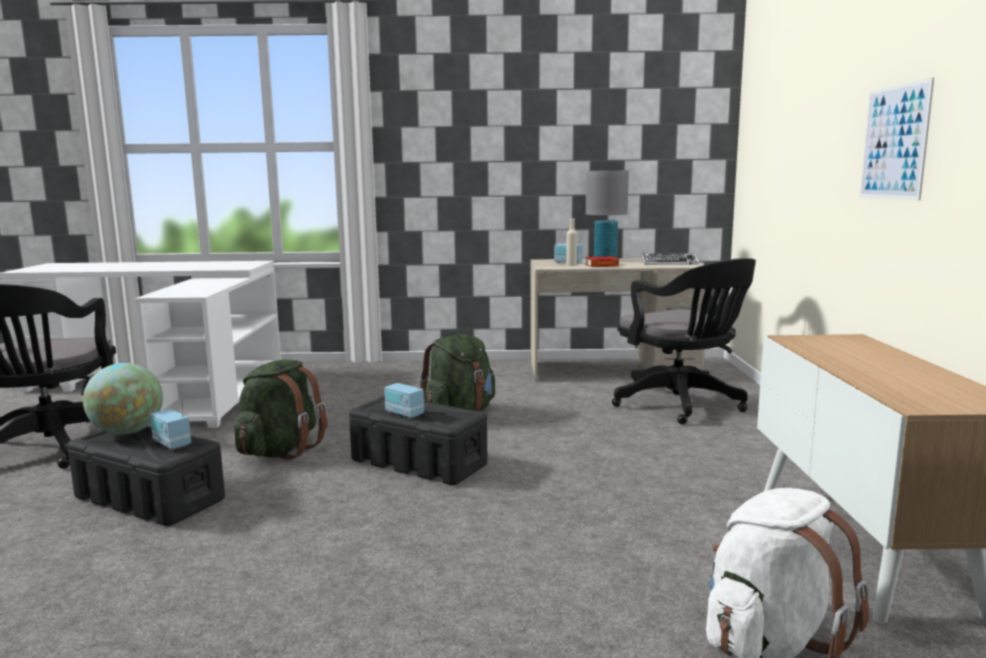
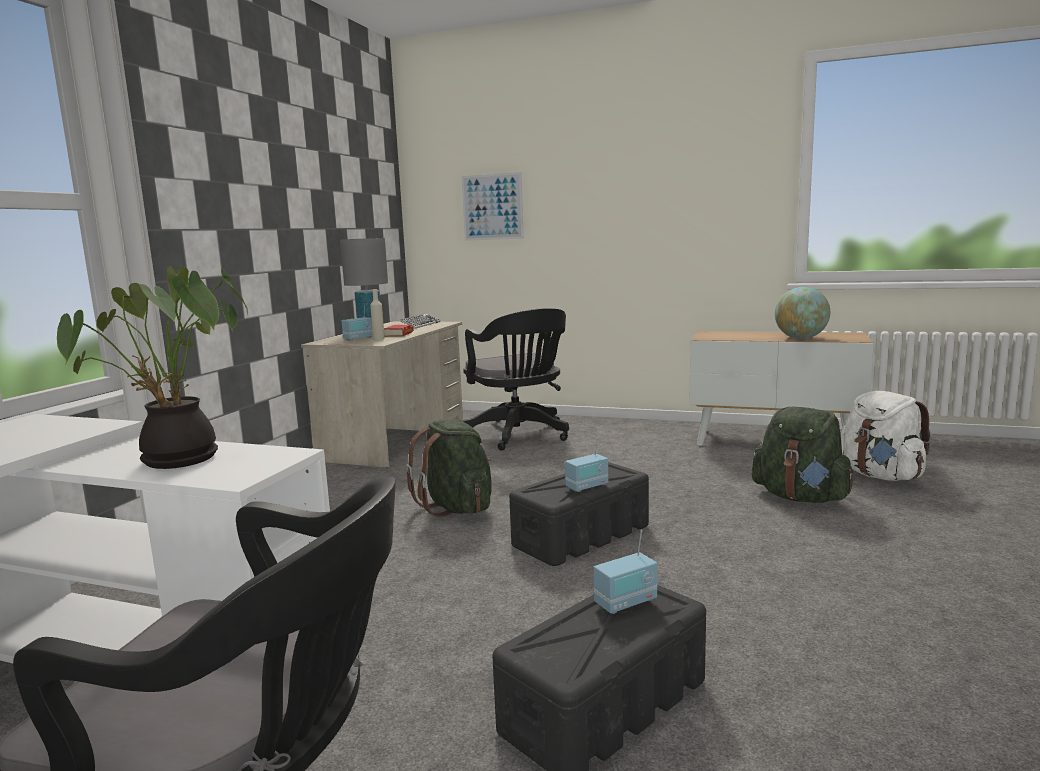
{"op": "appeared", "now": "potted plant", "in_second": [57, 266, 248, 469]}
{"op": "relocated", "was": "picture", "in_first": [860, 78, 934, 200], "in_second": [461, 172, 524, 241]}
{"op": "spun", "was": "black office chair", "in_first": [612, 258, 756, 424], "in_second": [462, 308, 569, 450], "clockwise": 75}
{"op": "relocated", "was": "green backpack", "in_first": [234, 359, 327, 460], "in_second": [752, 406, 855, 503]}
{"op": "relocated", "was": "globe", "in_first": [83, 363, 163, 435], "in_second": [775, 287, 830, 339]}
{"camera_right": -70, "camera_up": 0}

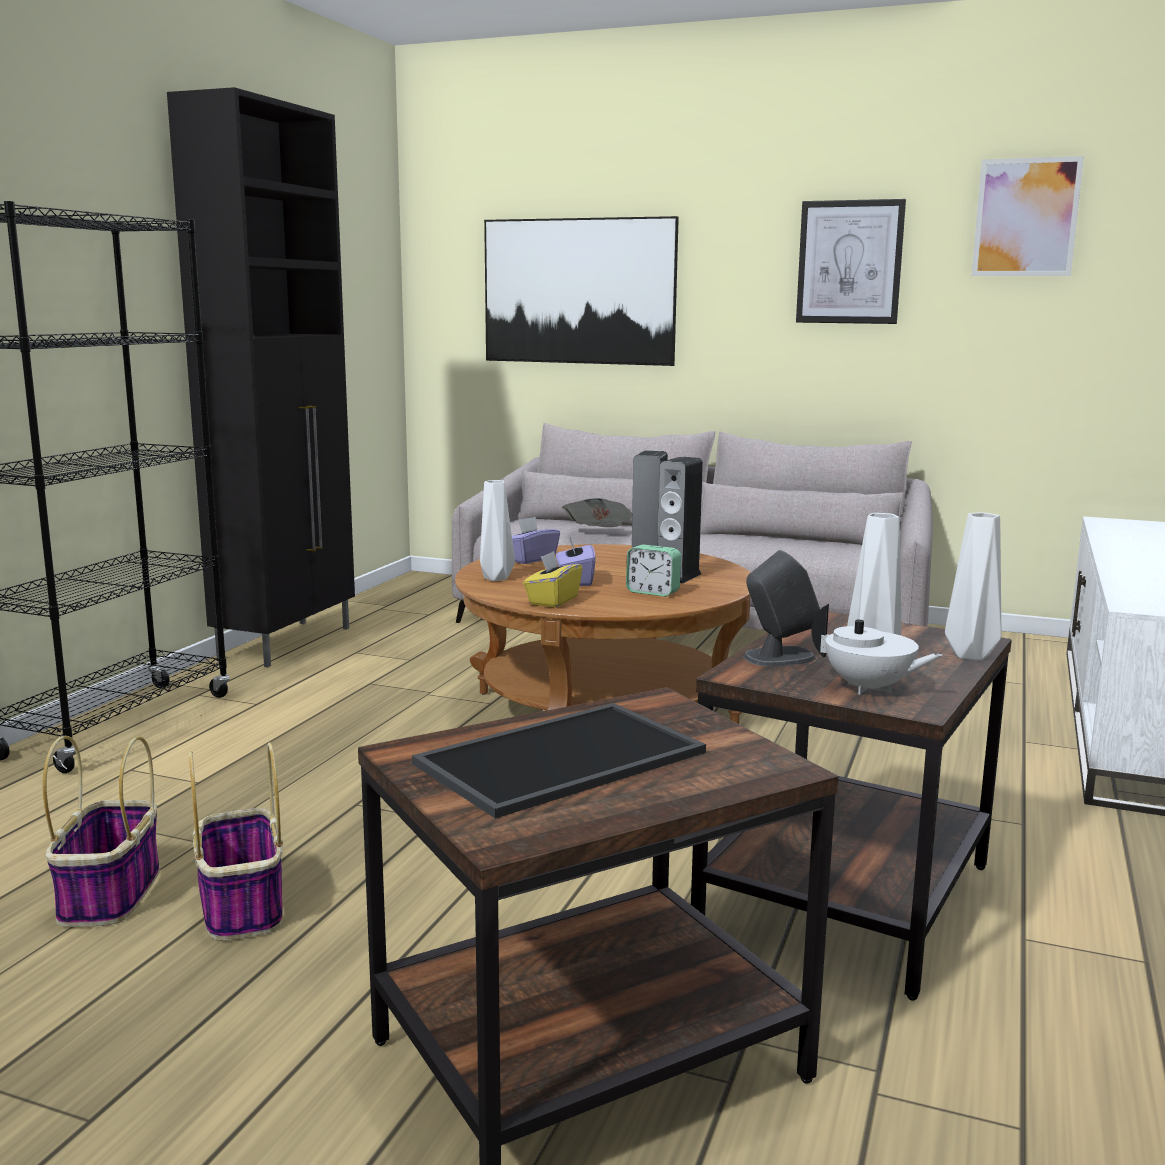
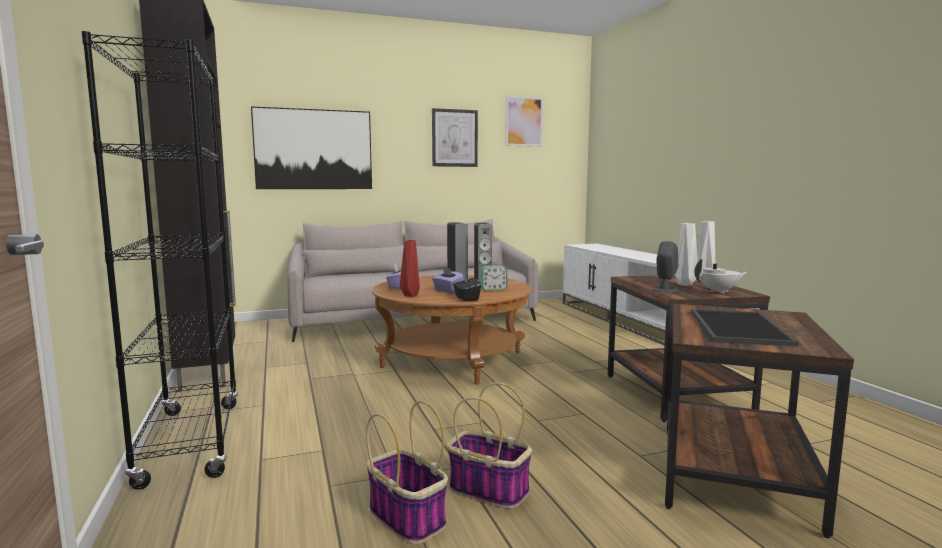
{"op": "colour", "was": "white vase", "now": "red vase", "in_first": [480, 480, 515, 581], "in_second": [400, 240, 420, 297]}
{"op": "colour", "was": "yellow tissue box", "now": "black tissue box", "in_first": [523, 551, 582, 608], "in_second": [453, 273, 481, 301]}
{"op": "missing", "was": "newspaper", "in_first": [562, 498, 632, 527]}
{"camera_right": -40, "camera_up": -5}

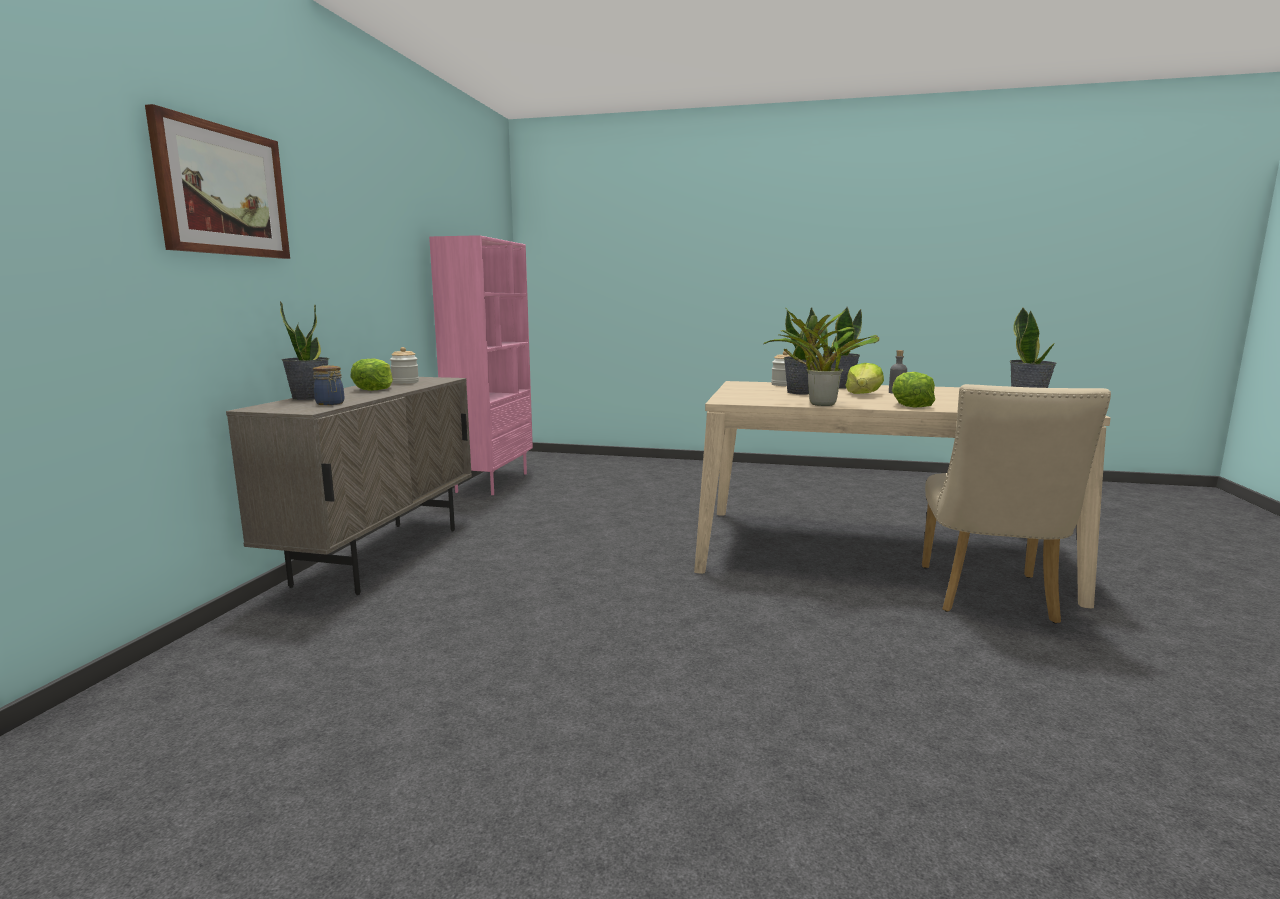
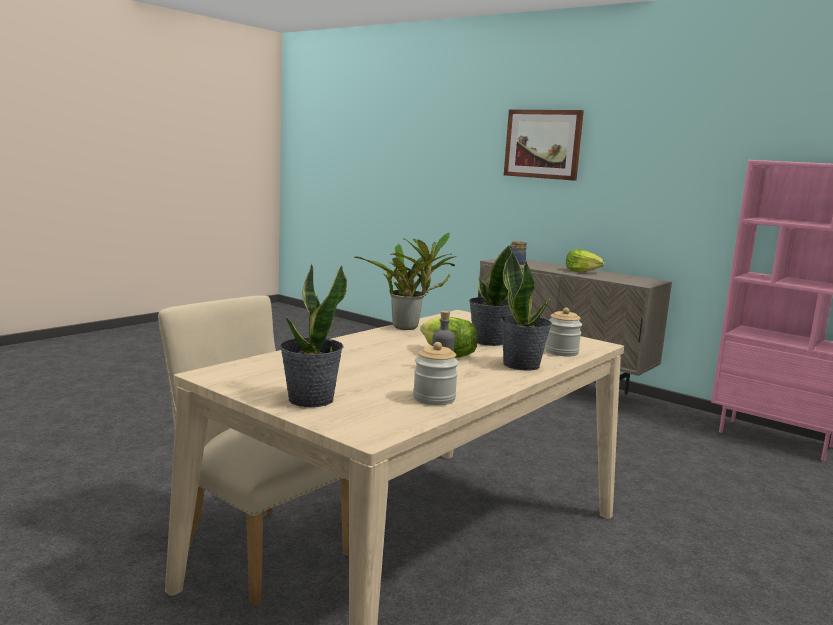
{"op": "relocated", "was": "jar", "in_first": [390, 347, 419, 384], "in_second": [413, 342, 458, 405]}
{"op": "missing", "was": "potted plant", "in_first": [280, 301, 329, 400]}
{"op": "missing", "was": "lettuce", "in_first": [892, 372, 935, 407]}
{"camera_right": 115, "camera_up": 0}

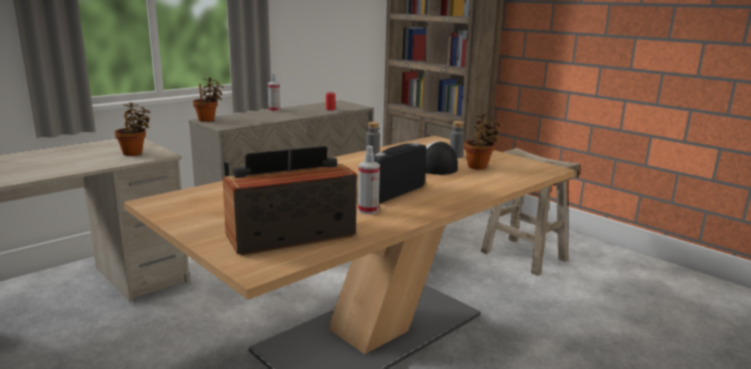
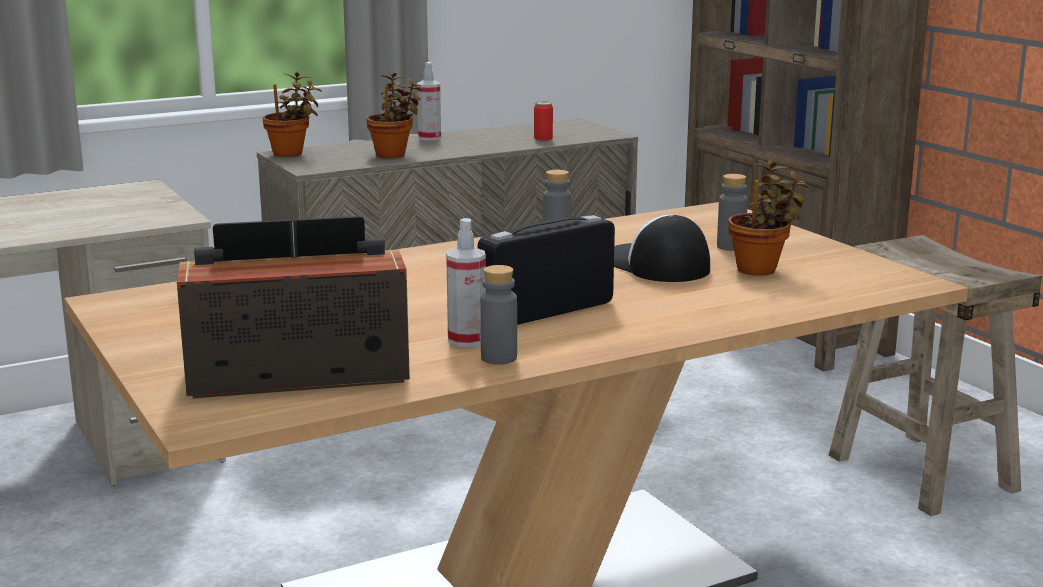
{"op": "relocated", "was": "potted plant", "in_first": [115, 103, 150, 156], "in_second": [366, 72, 421, 158]}
{"op": "appeared", "now": "grey bottle", "in_second": [480, 265, 517, 364]}
{"camera_right": 15, "camera_up": 0}

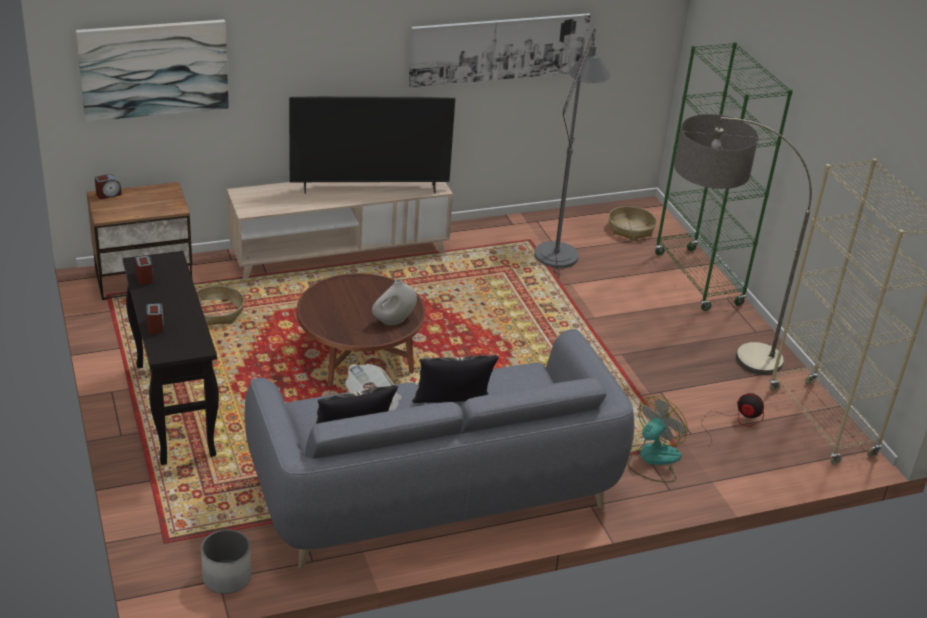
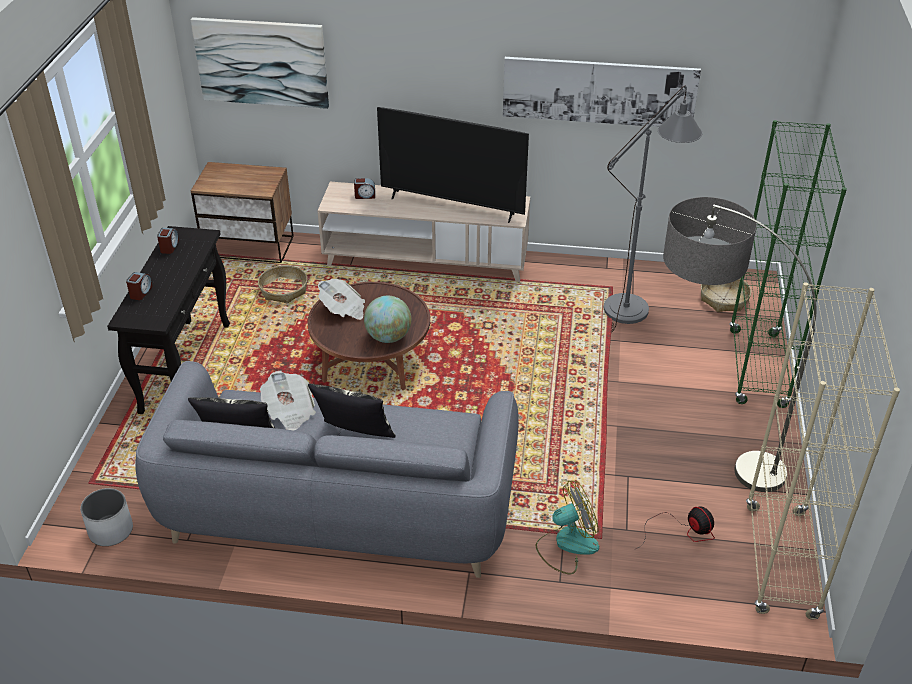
{"op": "appeared", "now": "newspaper", "in_second": [318, 279, 365, 320]}
{"op": "relocated", "was": "alarm clock", "in_first": [95, 174, 122, 199], "in_second": [354, 178, 375, 199]}
{"op": "exchanged", "was": "white vase", "now": "globe", "in_first": [372, 279, 417, 325], "in_second": [364, 296, 411, 343]}
{"camera_right": 30, "camera_up": 5}

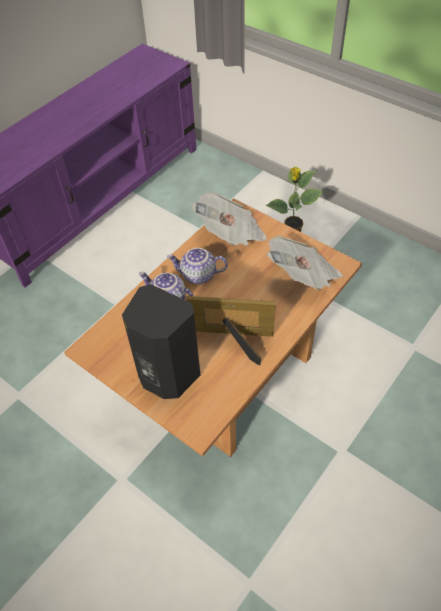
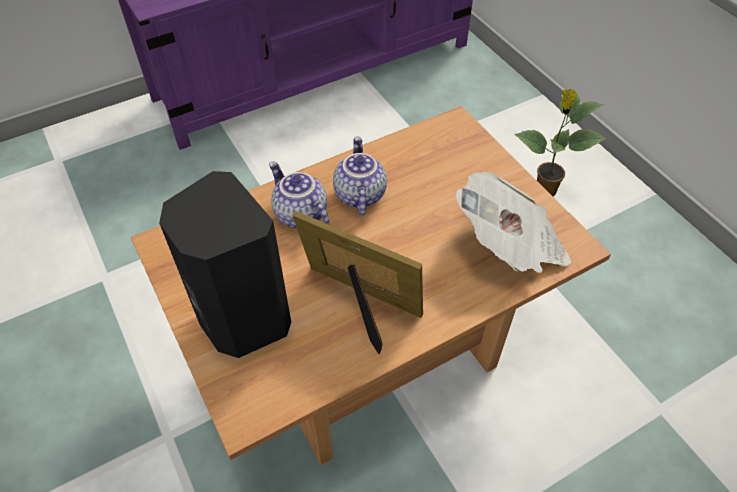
{"op": "spun", "was": "teapot", "in_first": [167, 248, 228, 284], "in_second": [333, 137, 387, 216], "clockwise": 60}
{"op": "missing", "was": "newspaper", "in_first": [192, 193, 267, 246]}
{"camera_right": 20, "camera_up": 0}

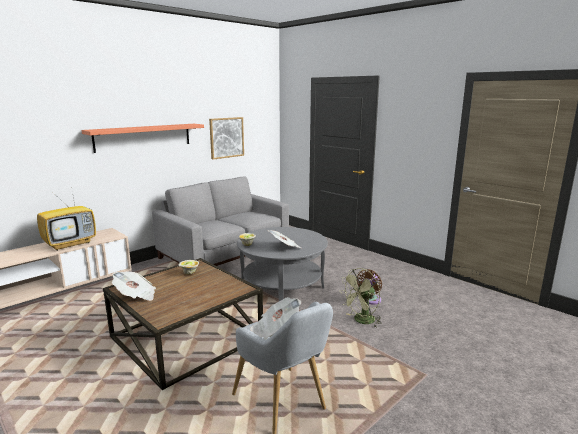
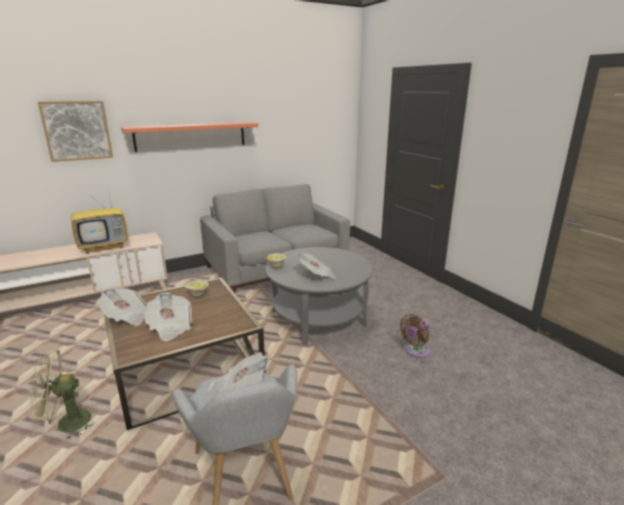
{"op": "relocated", "was": "green fan", "in_first": [340, 268, 382, 327], "in_second": [29, 350, 95, 441]}
{"op": "relocated", "was": "picture", "in_first": [209, 117, 244, 160], "in_second": [38, 101, 113, 162]}
{"op": "appeared", "now": "newspaper", "in_second": [144, 293, 192, 341]}
{"camera_right": 15, "camera_up": 5}

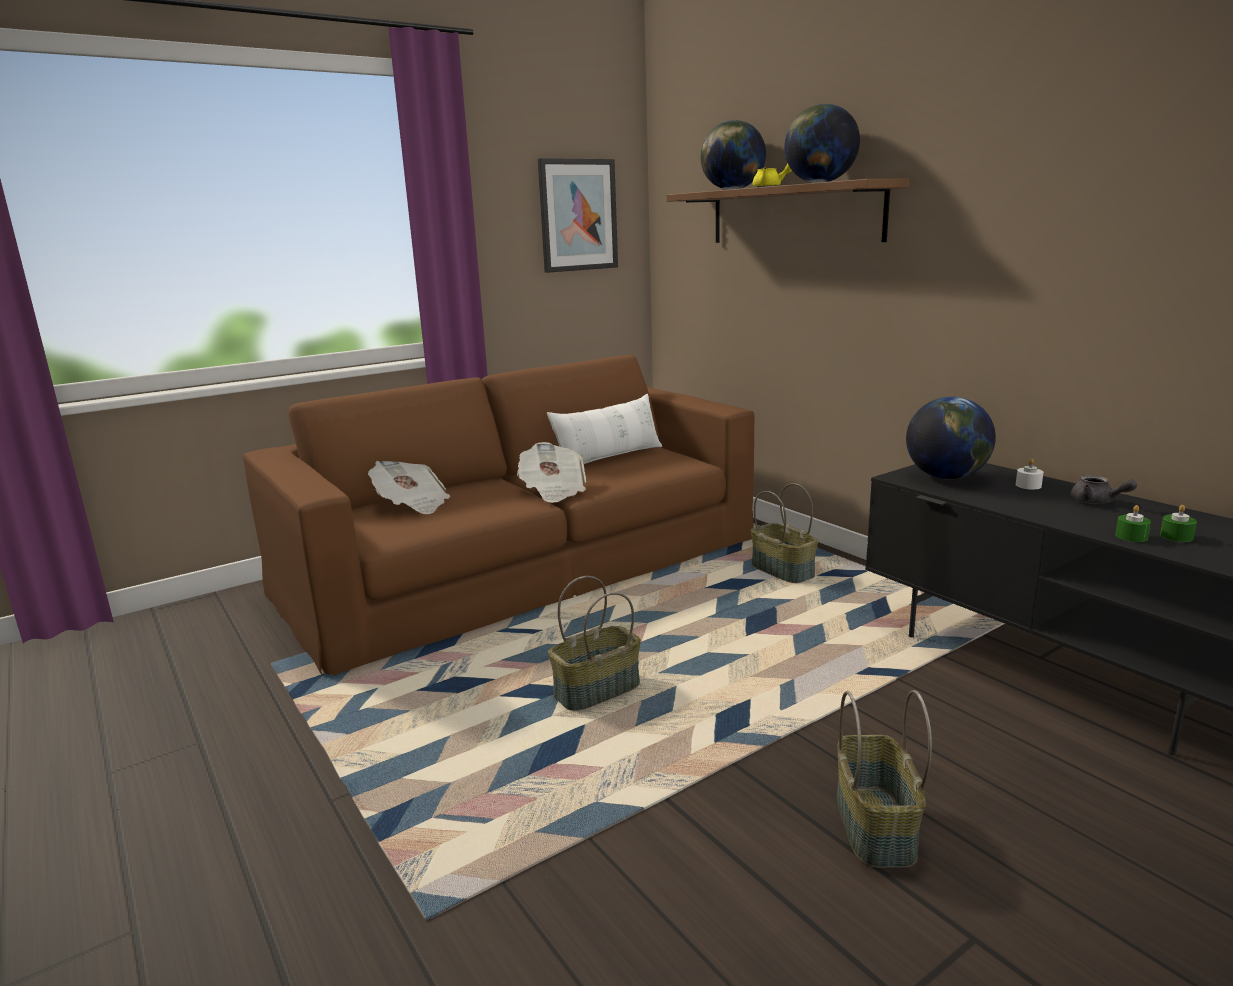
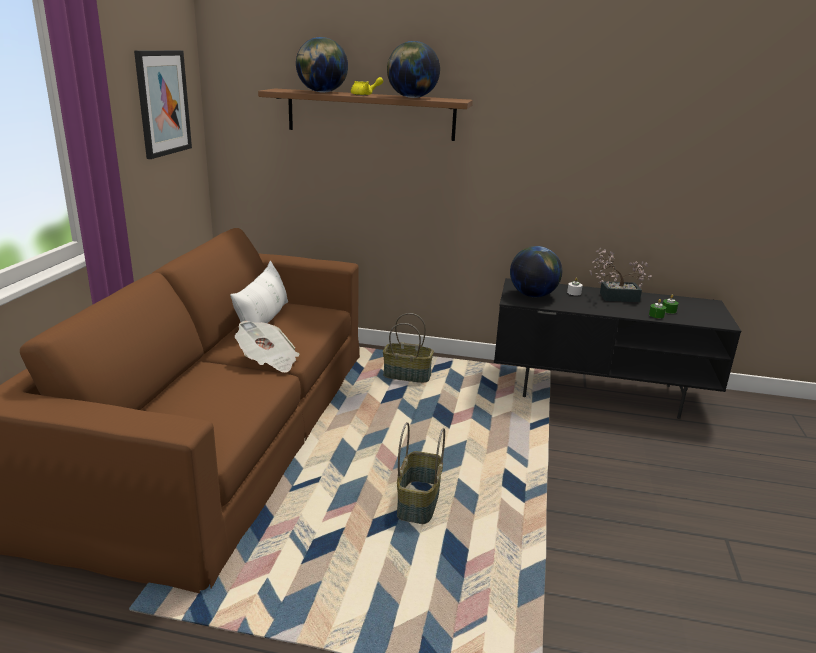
{"op": "exchanged", "was": "grey teapot", "now": "potted plant", "in_first": [1071, 475, 1137, 504], "in_second": [590, 248, 652, 302]}
{"op": "missing", "was": "newspaper", "in_first": [368, 461, 450, 514]}
{"op": "missing", "was": "basket", "in_first": [837, 690, 932, 868]}
{"camera_right": -45, "camera_up": 5}

